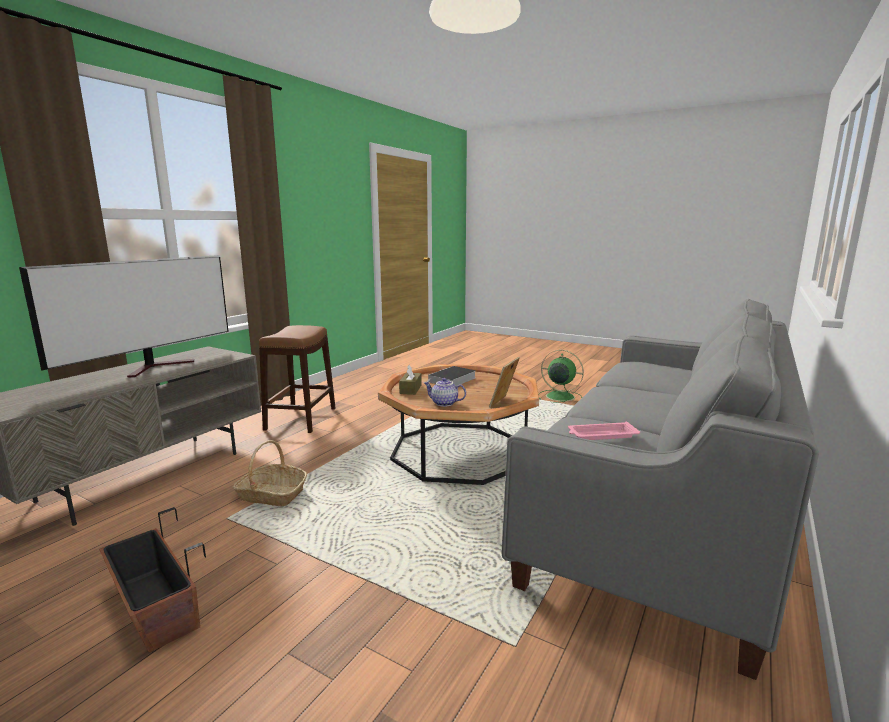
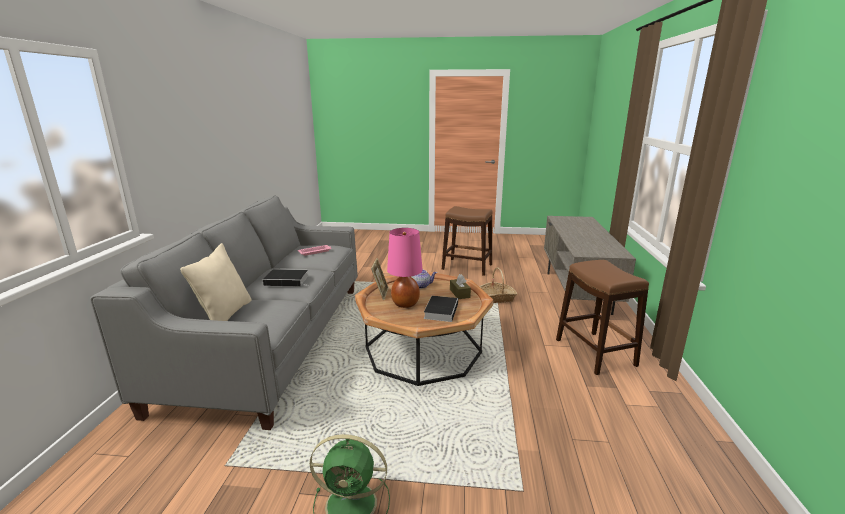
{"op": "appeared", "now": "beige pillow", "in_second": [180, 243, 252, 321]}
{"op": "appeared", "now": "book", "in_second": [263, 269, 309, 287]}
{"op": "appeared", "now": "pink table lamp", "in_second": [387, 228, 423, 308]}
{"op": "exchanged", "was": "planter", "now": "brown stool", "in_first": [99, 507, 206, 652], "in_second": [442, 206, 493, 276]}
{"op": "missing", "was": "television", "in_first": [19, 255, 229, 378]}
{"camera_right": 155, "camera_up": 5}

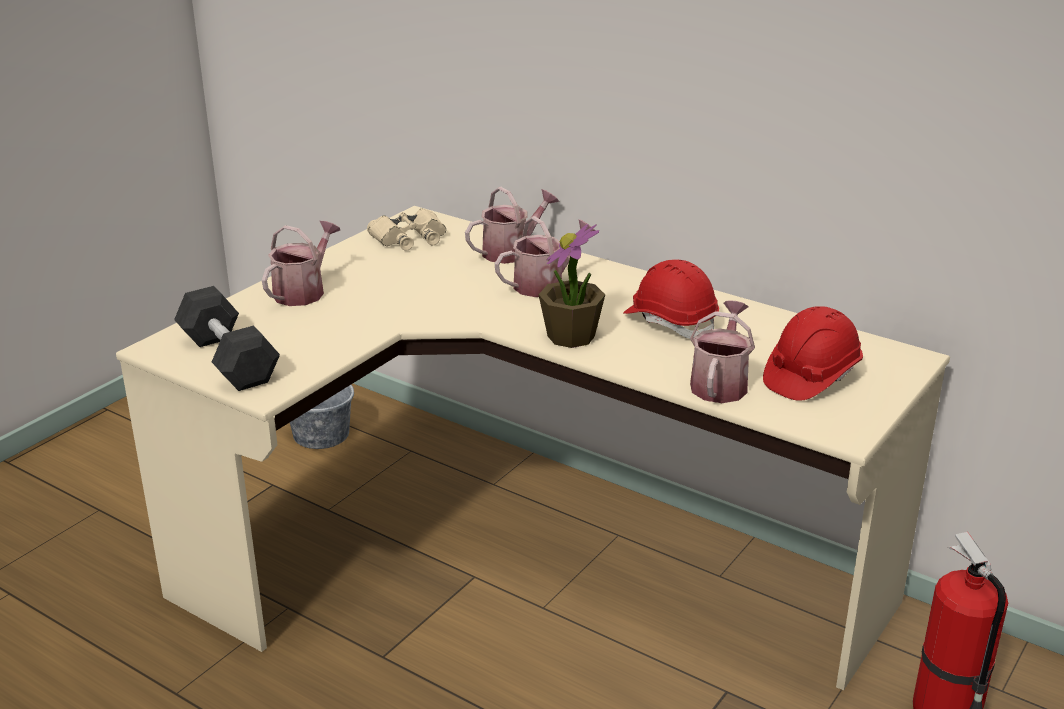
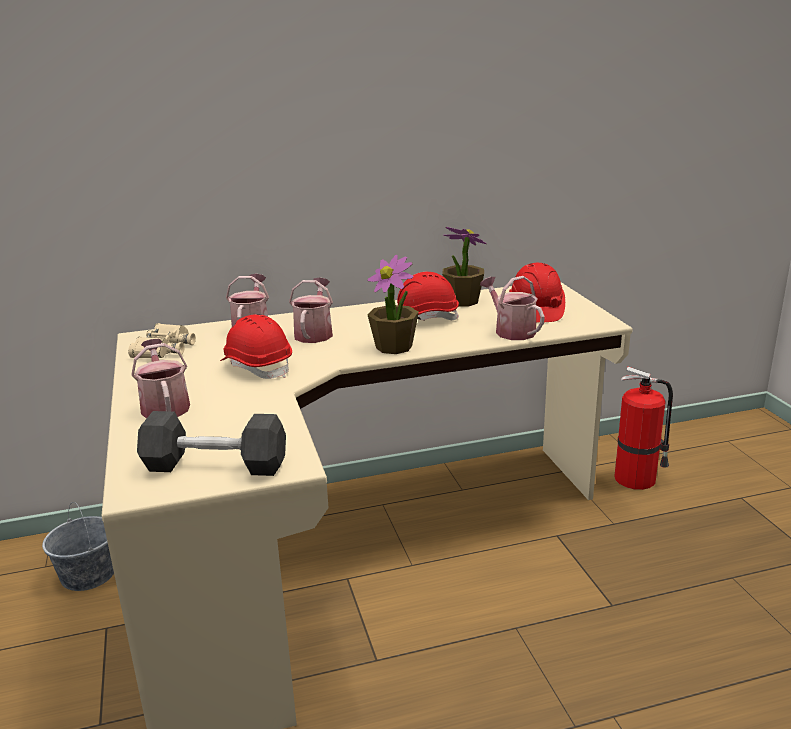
{"op": "appeared", "now": "red hard hat", "in_second": [220, 314, 292, 379]}
{"op": "appeared", "now": "potted plant", "in_second": [442, 227, 487, 306]}
{"camera_right": -50, "camera_up": -5}

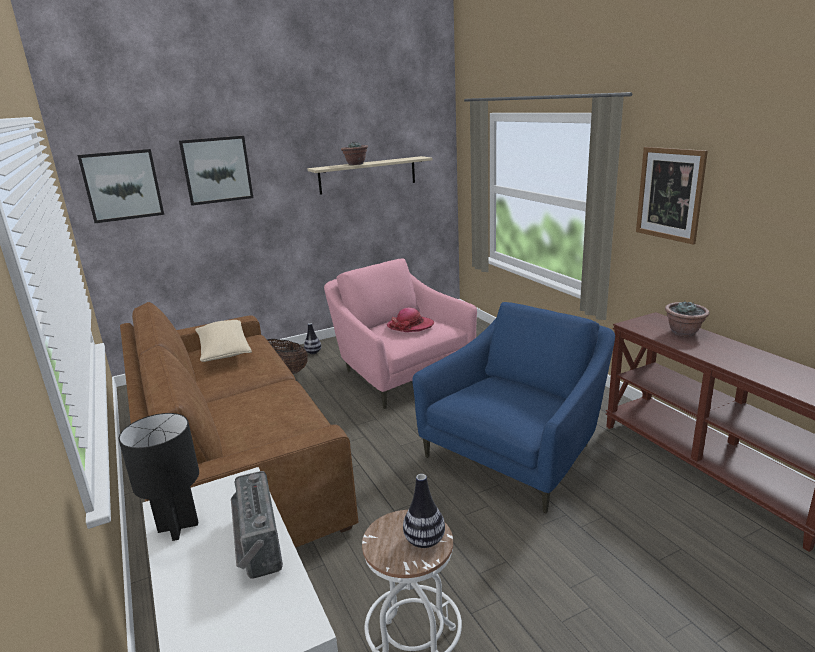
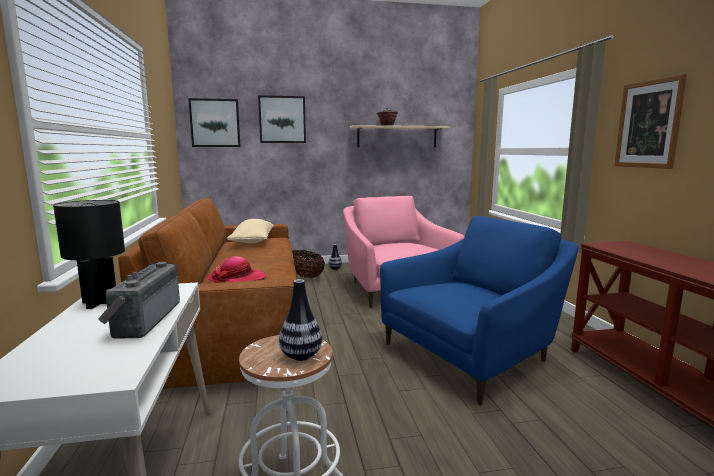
{"op": "relocated", "was": "hat", "in_first": [387, 308, 434, 332], "in_second": [207, 256, 266, 283]}
{"op": "missing", "was": "potted plant", "in_first": [665, 301, 710, 336]}
{"camera_right": 15, "camera_up": -10}

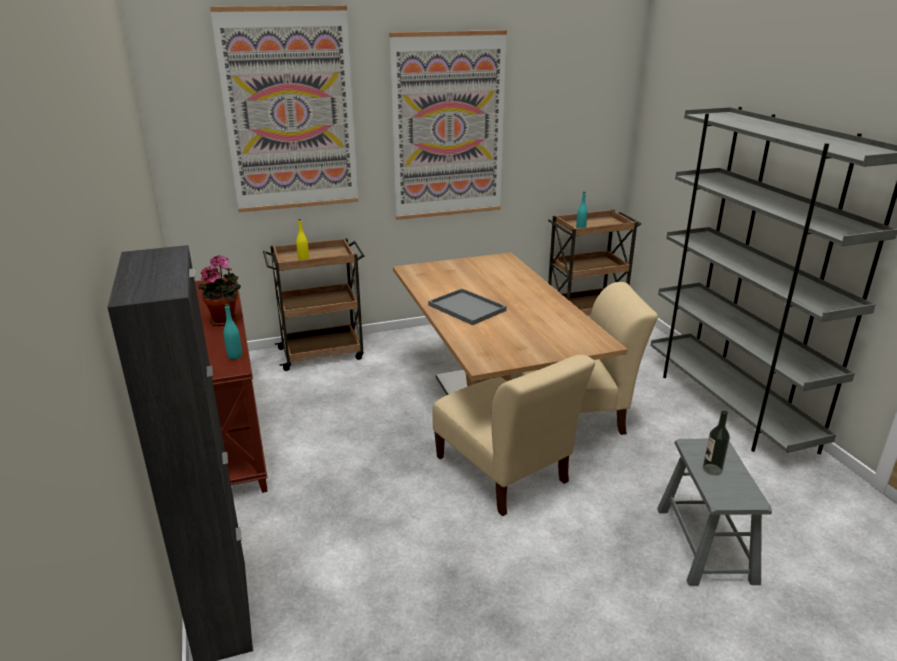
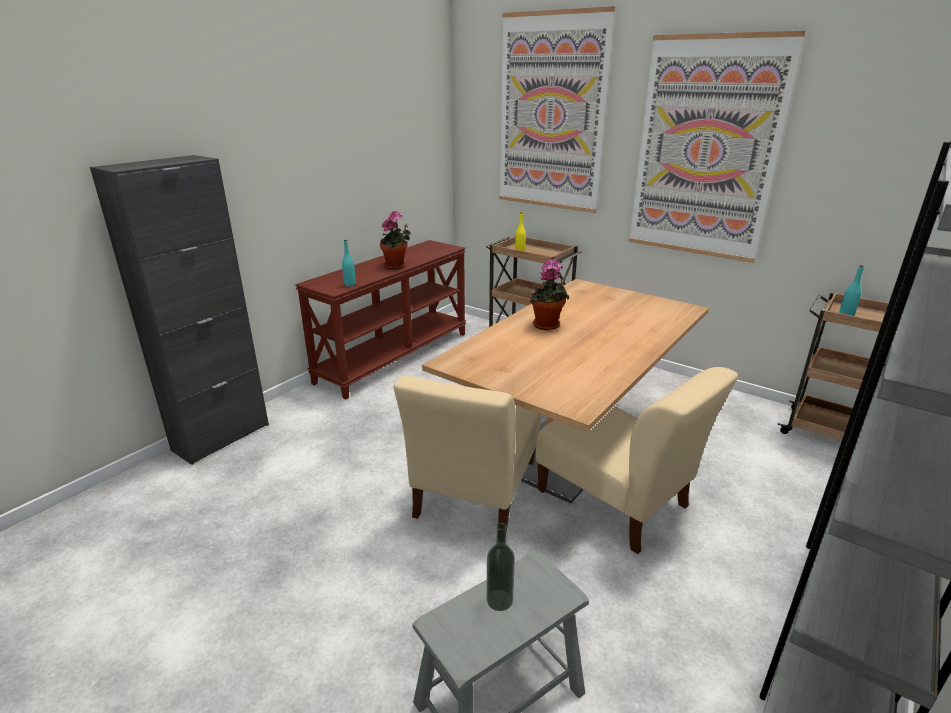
{"op": "exchanged", "was": "grey tray", "now": "potted plant", "in_first": [428, 288, 507, 325], "in_second": [530, 258, 569, 330]}
{"camera_right": 55, "camera_up": 0}

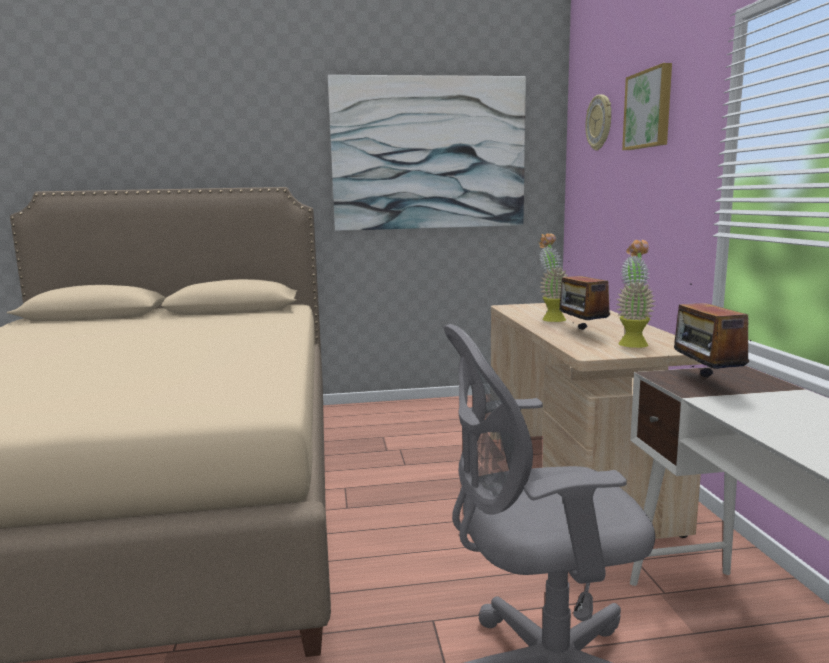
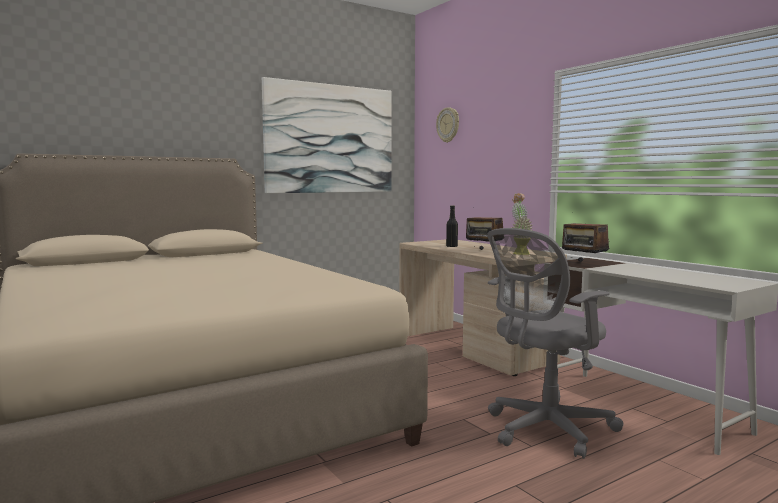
{"op": "exchanged", "was": "potted plant", "now": "black bottle", "in_first": [539, 233, 568, 322], "in_second": [446, 206, 458, 247]}
{"op": "missing", "was": "picture", "in_first": [622, 63, 672, 150]}
{"camera_right": -25, "camera_up": -5}

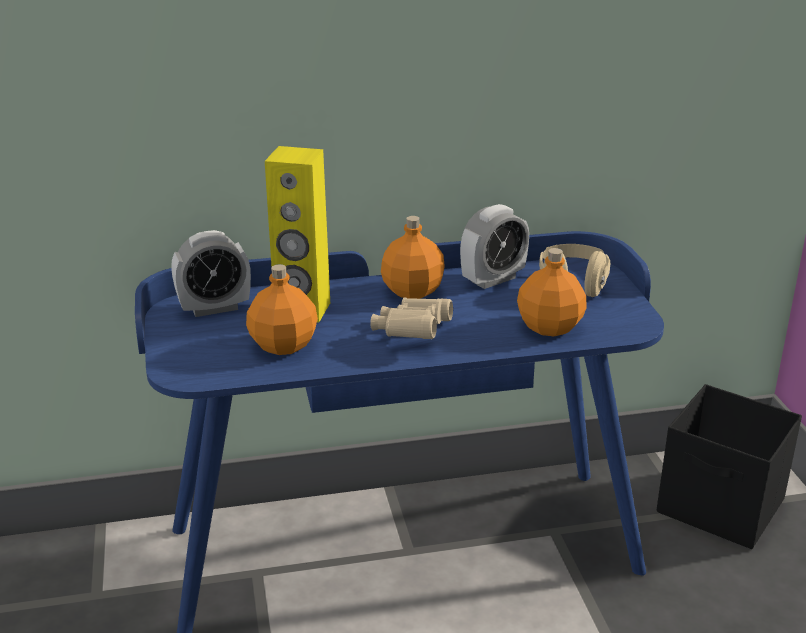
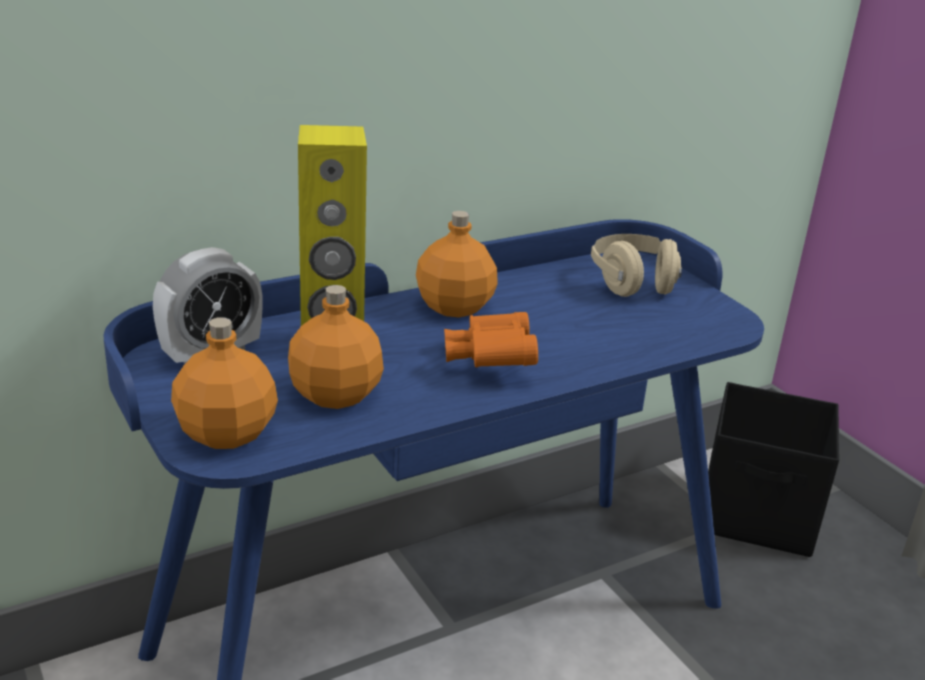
{"op": "relocated", "was": "orange bottle", "in_first": [517, 248, 587, 336], "in_second": [171, 317, 278, 449]}
{"op": "colour", "was": "beige binoculars", "now": "orange binoculars", "in_first": [370, 297, 453, 339], "in_second": [444, 312, 538, 367]}
{"op": "missing", "was": "alarm clock", "in_first": [460, 204, 529, 289]}
{"camera_right": -20, "camera_up": 0}

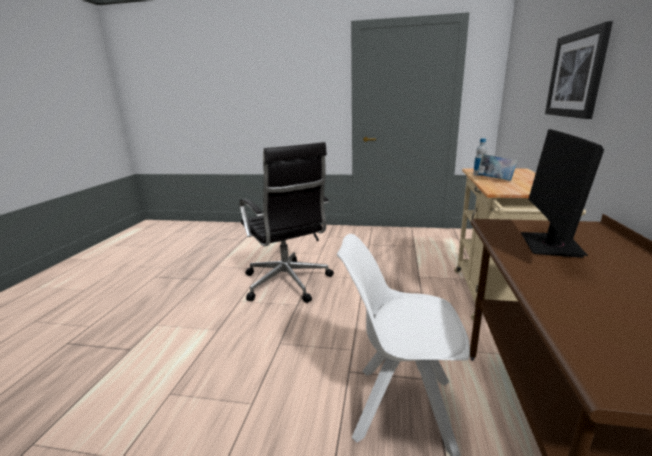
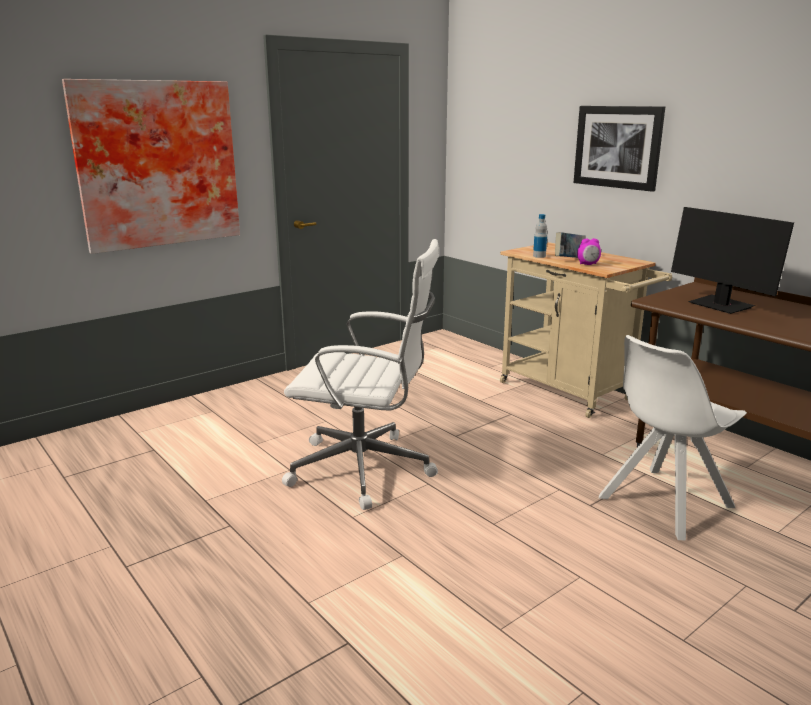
{"op": "appeared", "now": "picture", "in_second": [62, 79, 240, 254]}
{"op": "colour", "was": "black office chair", "now": "white office chair", "in_first": [239, 142, 334, 303], "in_second": [282, 239, 439, 510]}
{"op": "appeared", "now": "alarm clock", "in_second": [577, 238, 601, 265]}
{"camera_right": -50, "camera_up": 0}

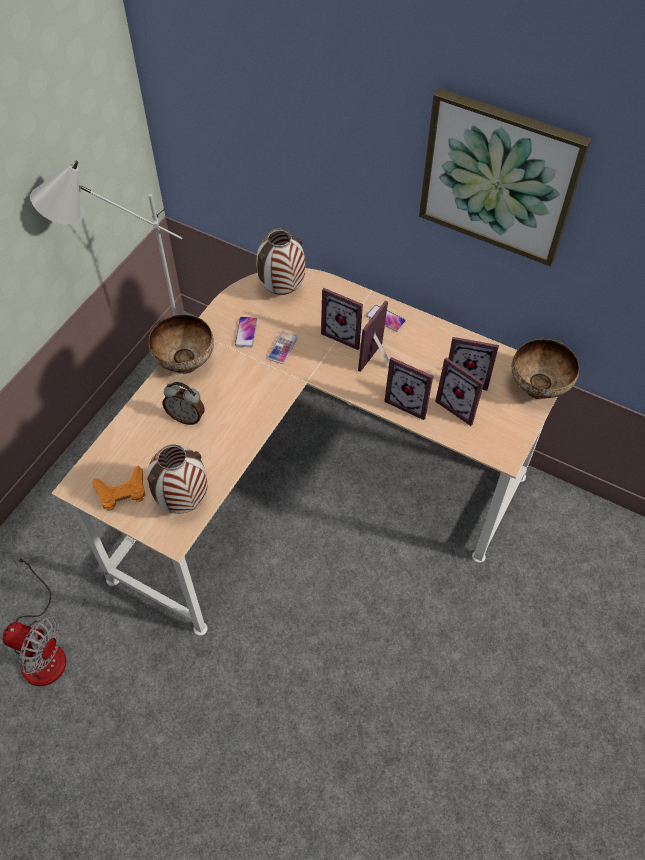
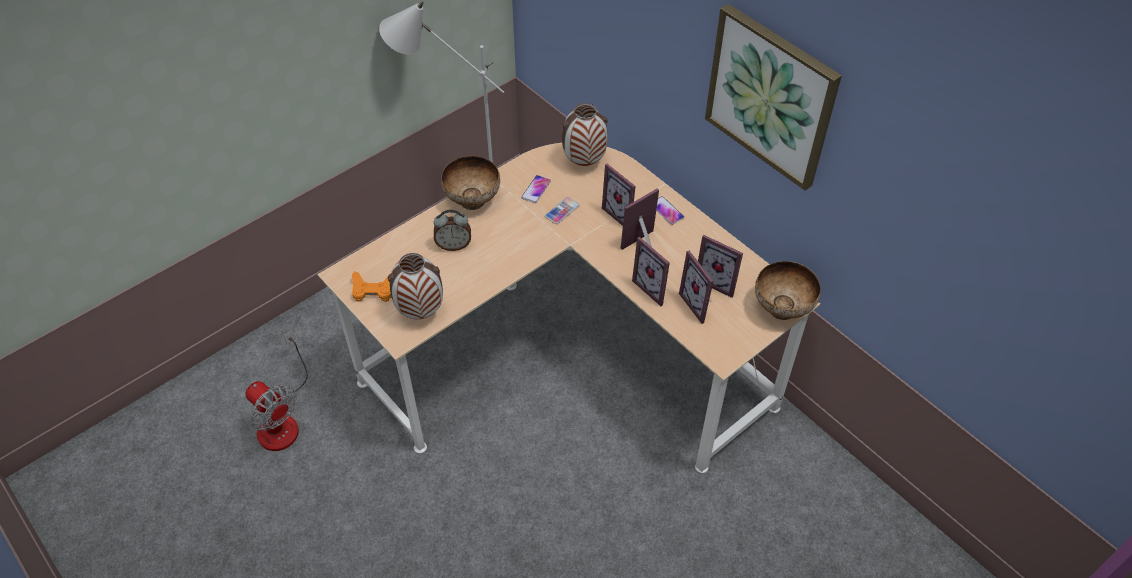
{"op": "spun", "was": "alarm clock", "in_first": [162, 382, 205, 425], "in_second": [434, 210, 471, 251], "clockwise": -45}
{"camera_right": 20, "camera_up": -5}

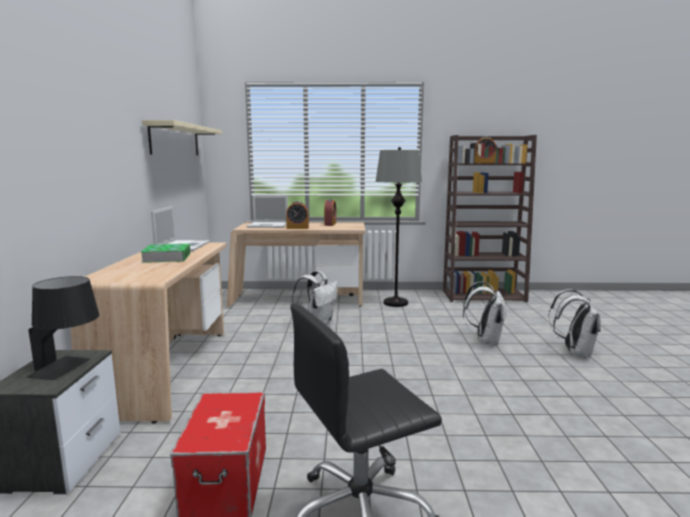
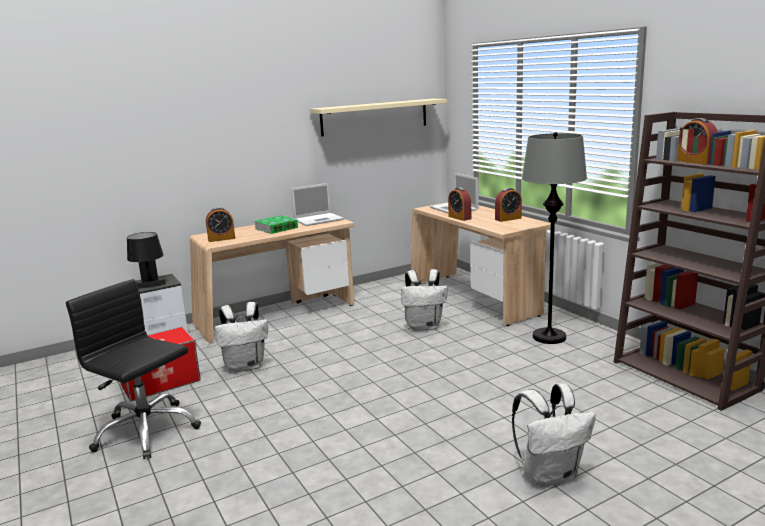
{"op": "appeared", "now": "alarm clock", "in_second": [206, 207, 235, 242]}
{"op": "relocated", "was": "white backpack", "in_first": [463, 281, 507, 345], "in_second": [215, 302, 268, 373]}
{"camera_right": 60, "camera_up": 5}

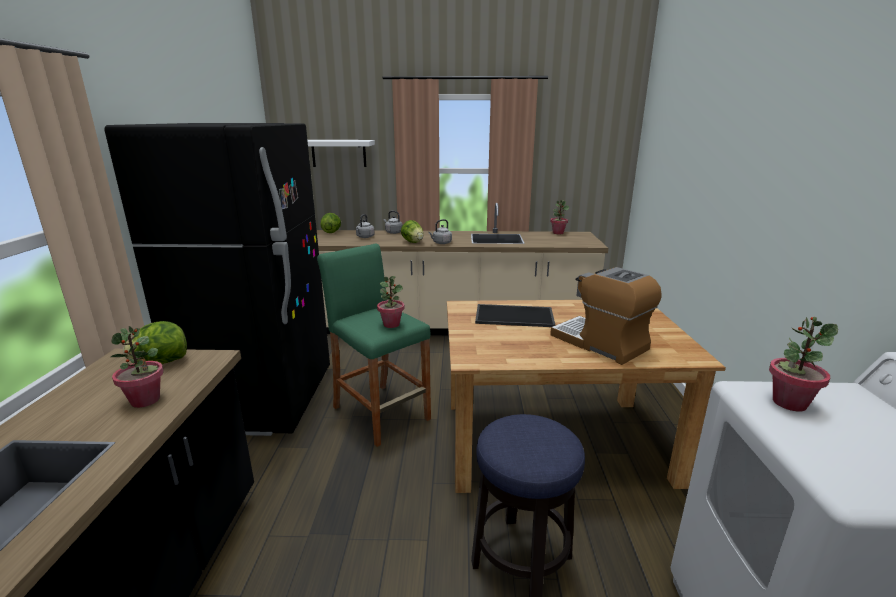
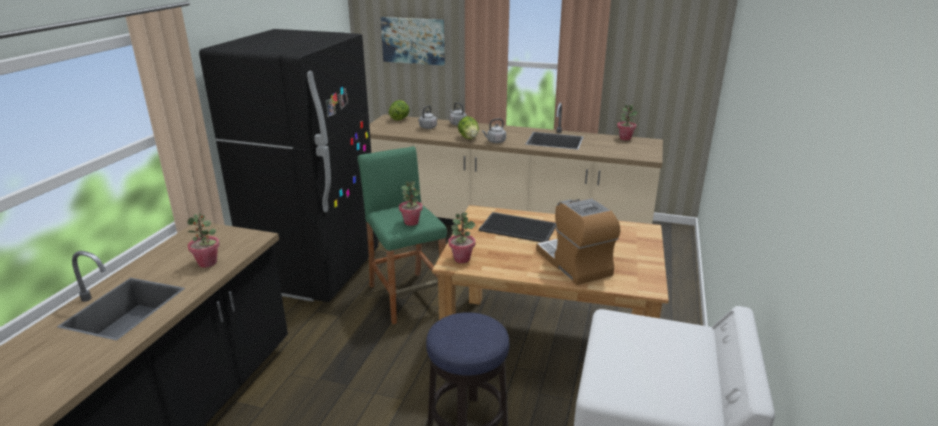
{"op": "exchanged", "was": "white shelf", "now": "picture", "in_first": [307, 140, 375, 167], "in_second": [381, 17, 445, 66]}
{"op": "relocated", "was": "potted plant", "in_first": [769, 317, 838, 411], "in_second": [448, 212, 475, 263]}
{"op": "missing", "was": "lettuce", "in_first": [123, 321, 187, 364]}
{"camera_right": 15, "camera_up": 5}

